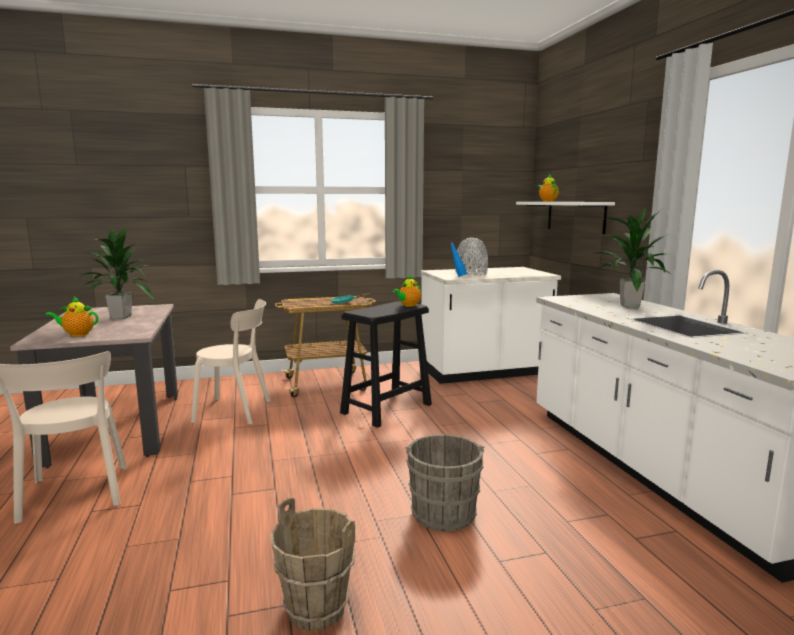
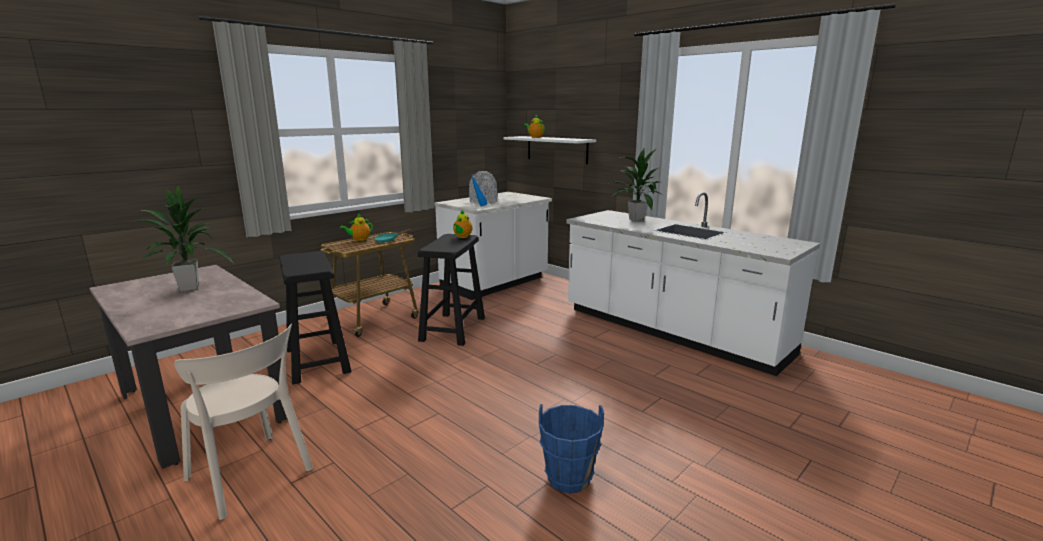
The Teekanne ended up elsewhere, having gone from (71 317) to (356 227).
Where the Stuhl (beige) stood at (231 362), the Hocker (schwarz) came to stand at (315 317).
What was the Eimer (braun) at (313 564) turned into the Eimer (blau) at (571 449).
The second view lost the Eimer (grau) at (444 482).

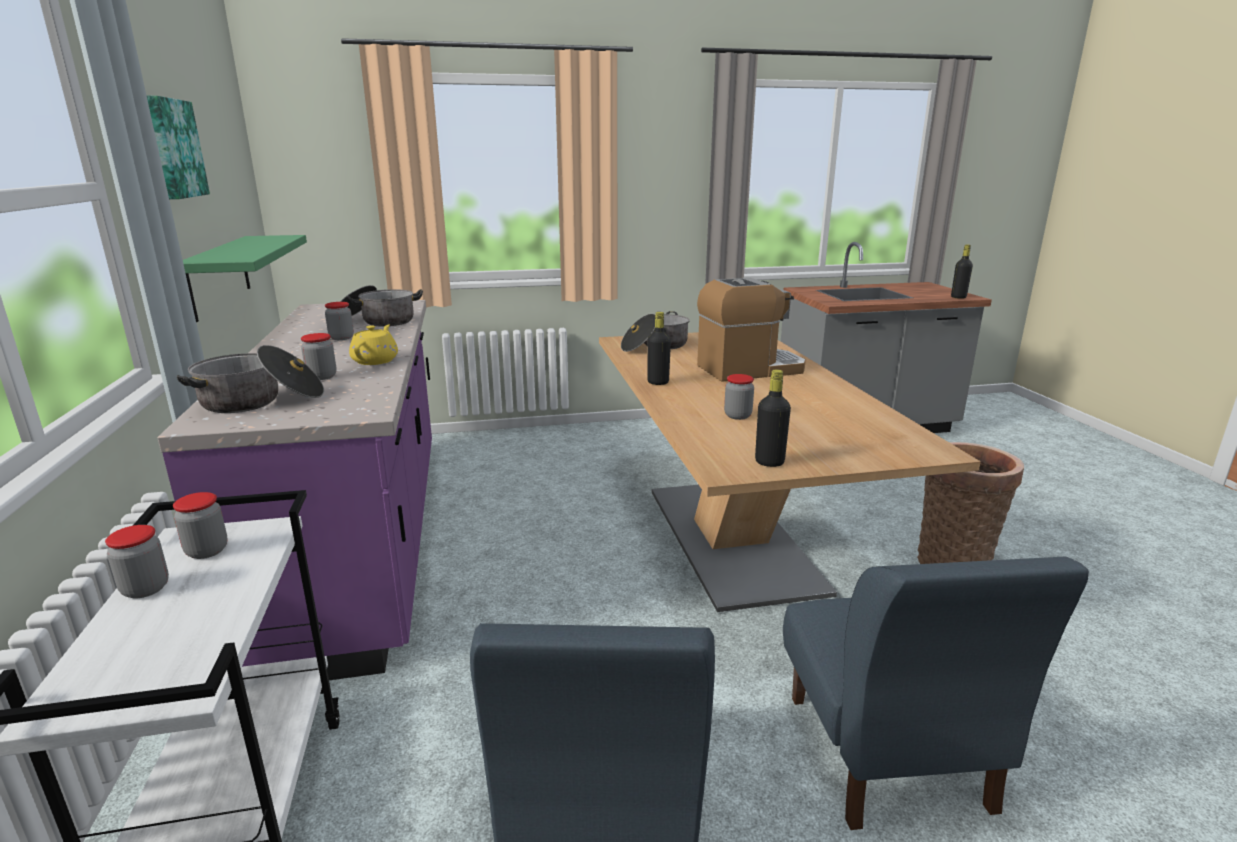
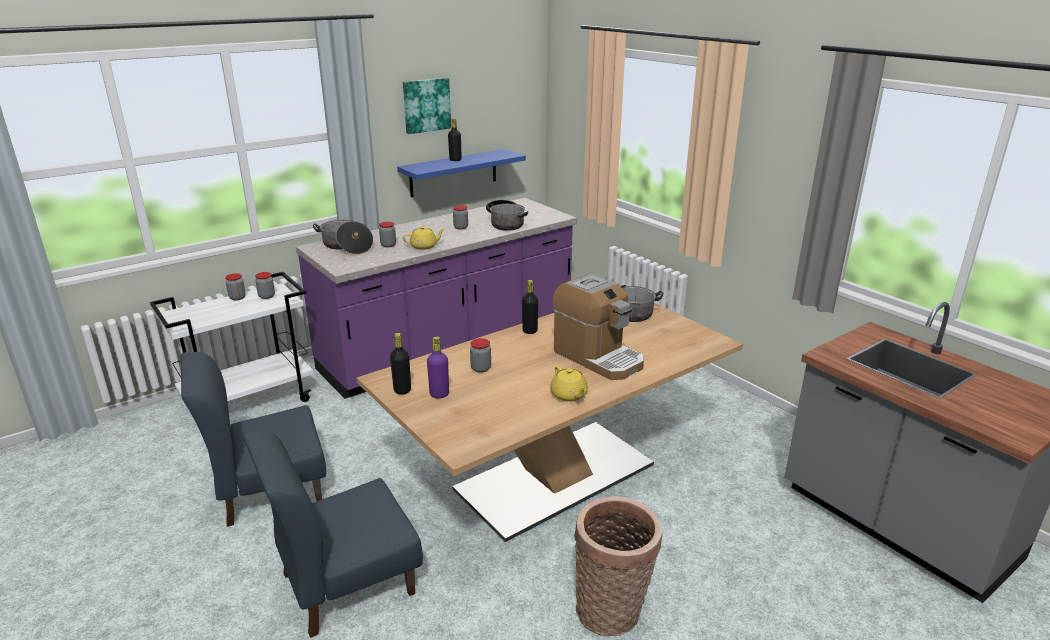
What was the Wandregal (grün) at (245 278) turned into the Wandregal (blau) at (461 173).
The Flasche (schwarz) ended up elsewhere, having gone from (962 272) to (455 139).
The second view gained the Flasche (lila) at (438 367).
The second view gained the Teekanne (gelb) at (569 384).

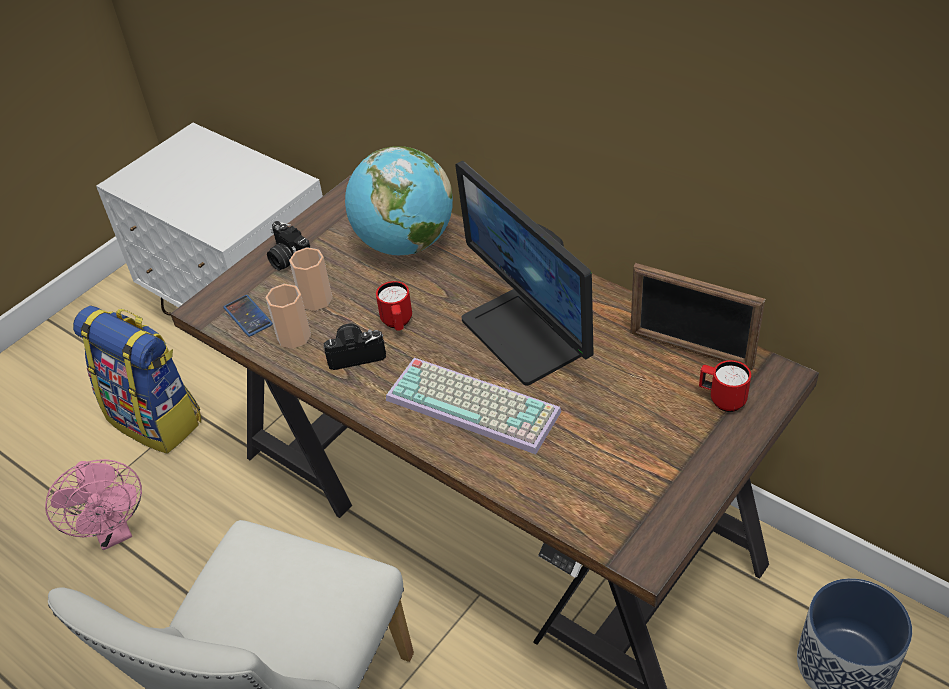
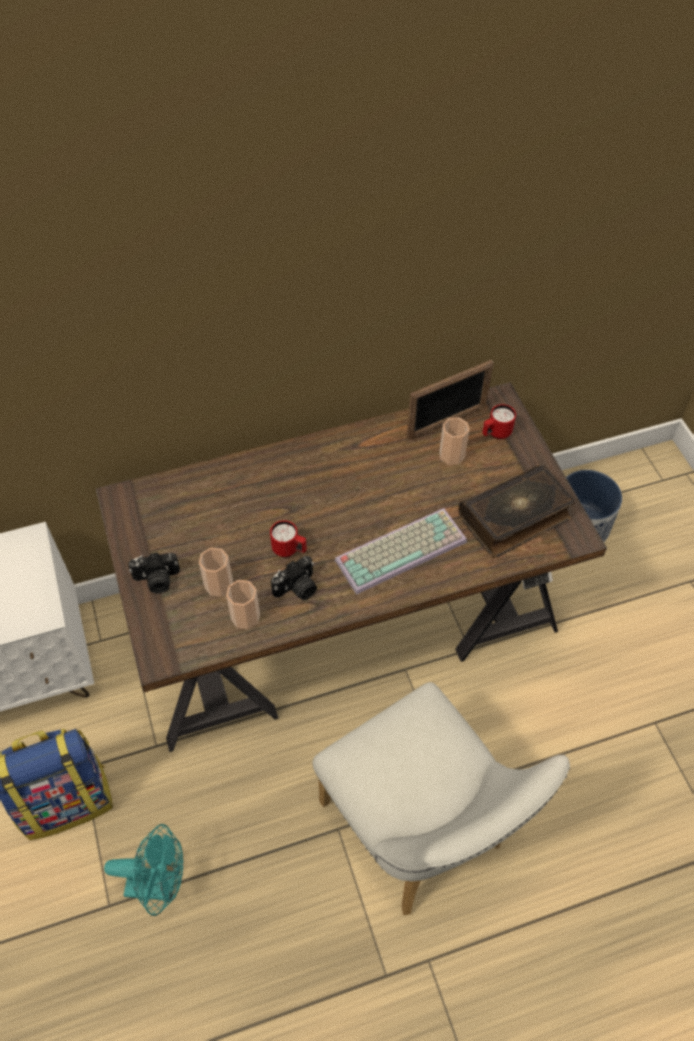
What was the Ventilator (rosa) at (93 504) turned into the Ventilator (türkis) at (143 870).
The second view lost the Handy at (248 316).
The Kamera at (354 347) ended up facing another way, 150 degrees counterclockwise from before.
The second view lost the Globus at (399 200).
The second view lost the Monitor at (524 273).
The second view gained the Tasse at (454 441).
The second view gained the Buch at (517 511).

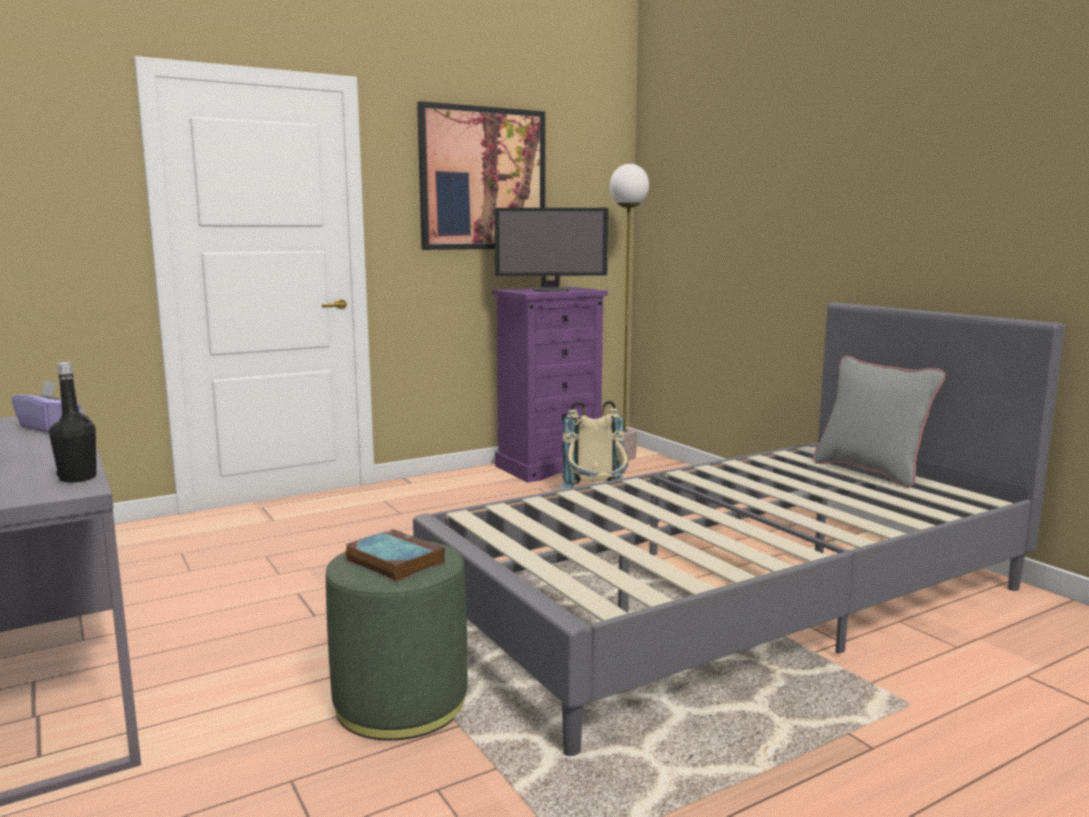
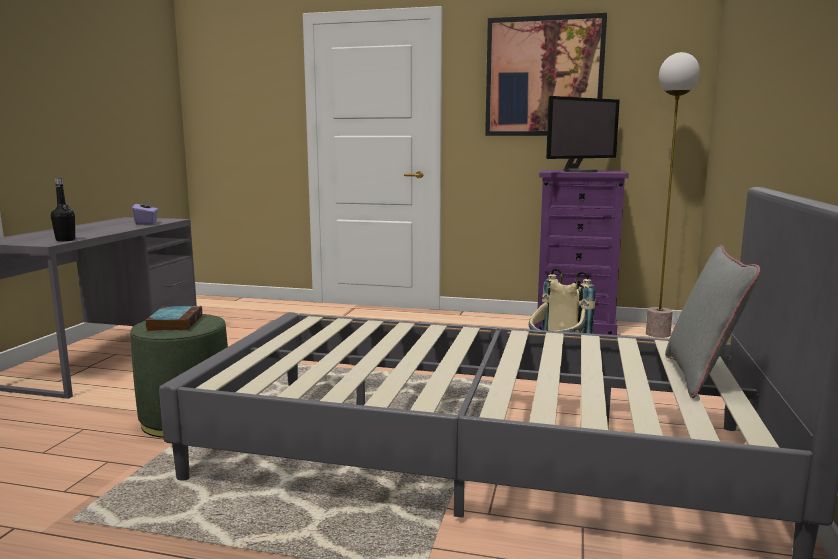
The Monitor at (551 250) ended up facing another way, 75 degrees counterclockwise from before.

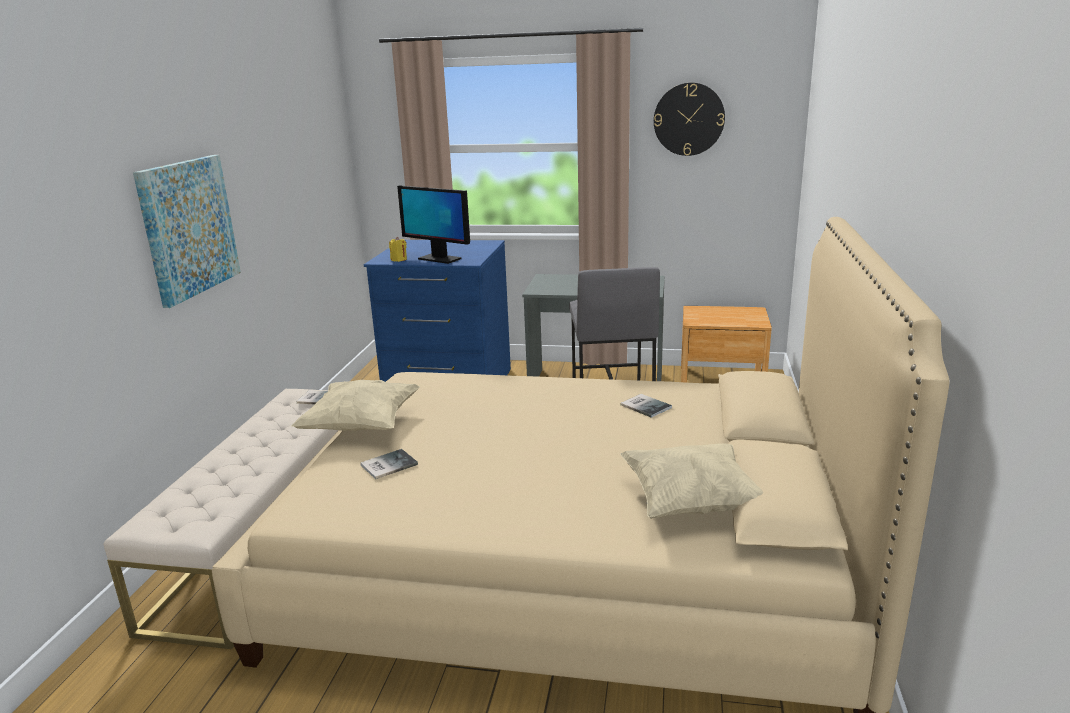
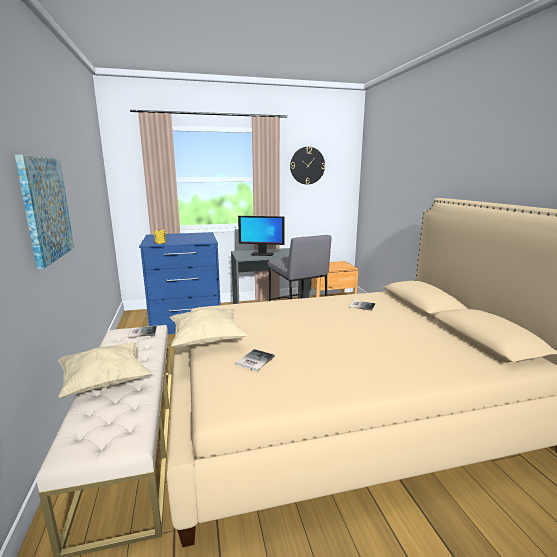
The Monitor ended up elsewhere, having gone from (433 224) to (261 236).
The Kissen (beige) ended up elsewhere, having gone from (691 481) to (105 370).

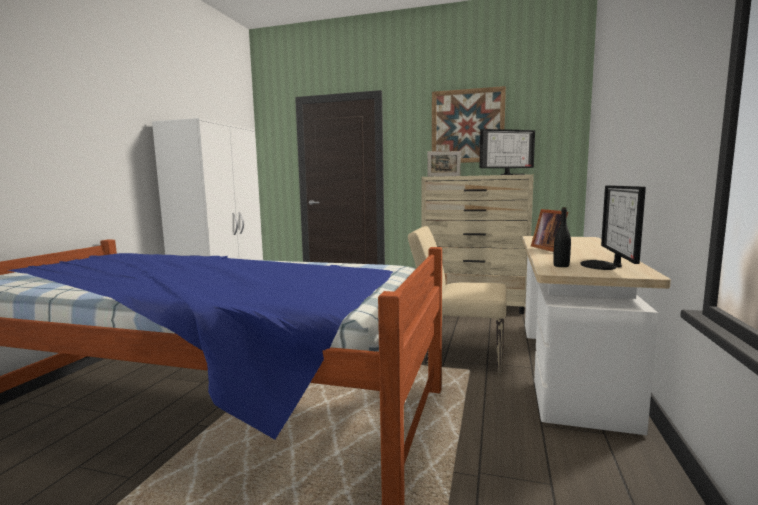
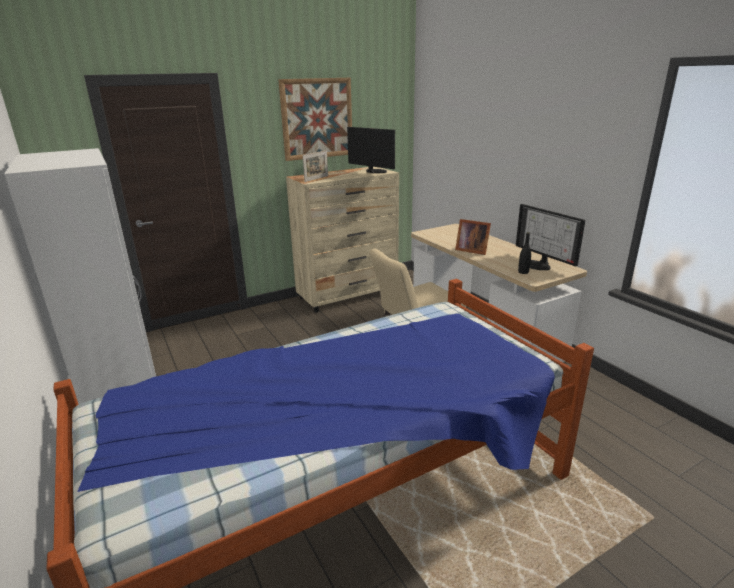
The Monitor at (507 152) ended up facing another way, 75 degrees counterclockwise from before.

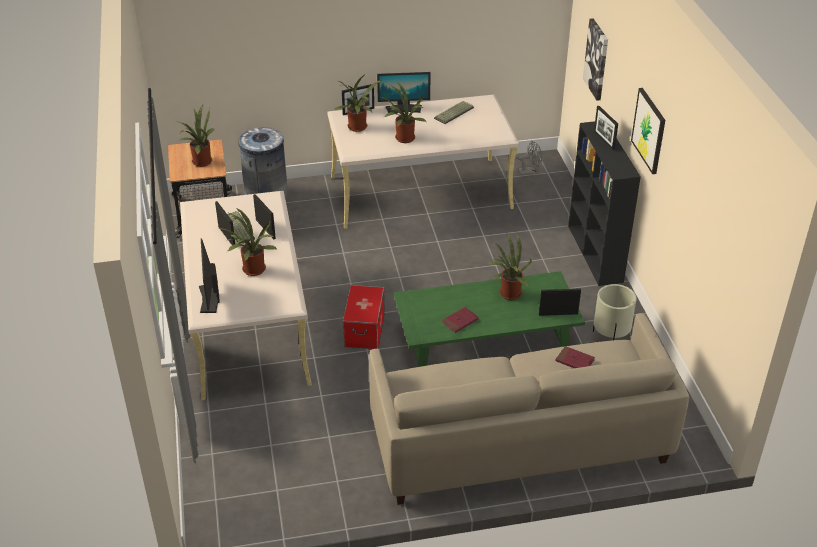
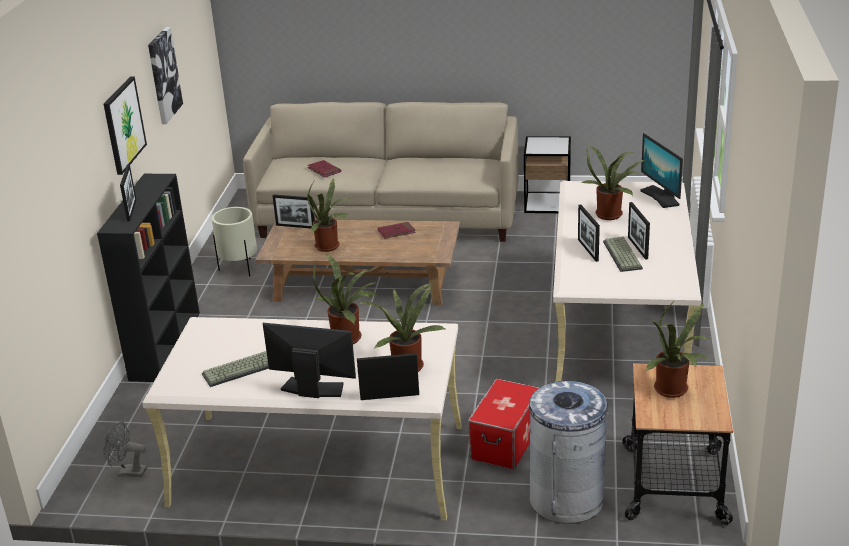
The Monitor at (209 275) ended up facing another way, 150 degrees clockwise from before.
The Aufbewahrungsbox ended up elsewhere, having gone from (363 317) to (504 424).
What was the Couchtisch (grün) at (489 319) turned into the Couchtisch (braun) at (358 262).
The Bild ended up elsewhere, having gone from (595 59) to (165 75).
The second view gained the Beistelltisch at (547 174).

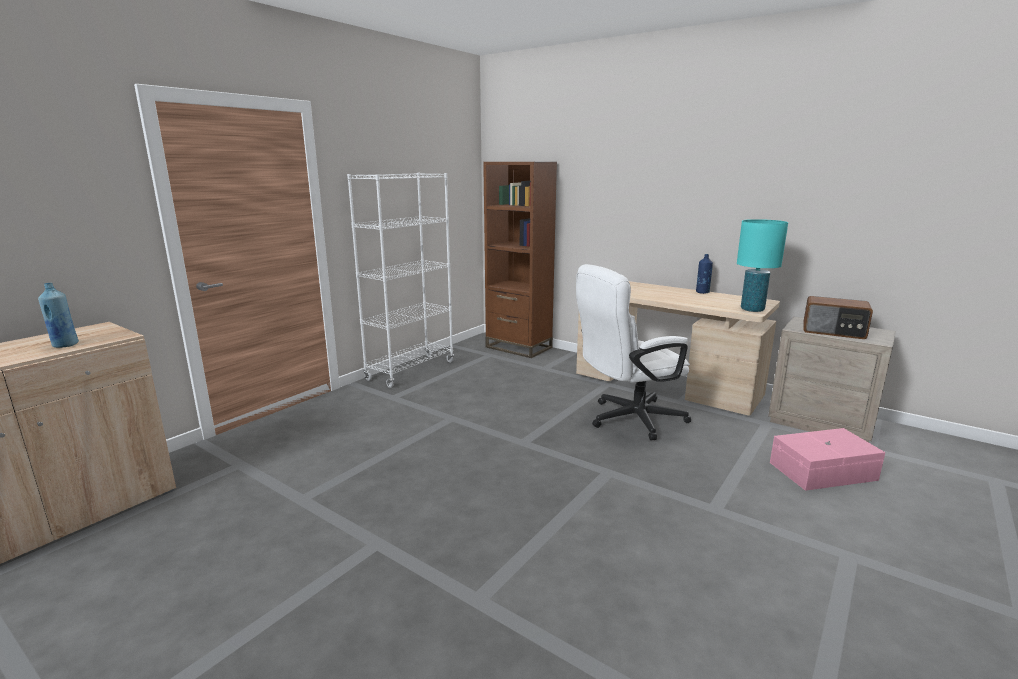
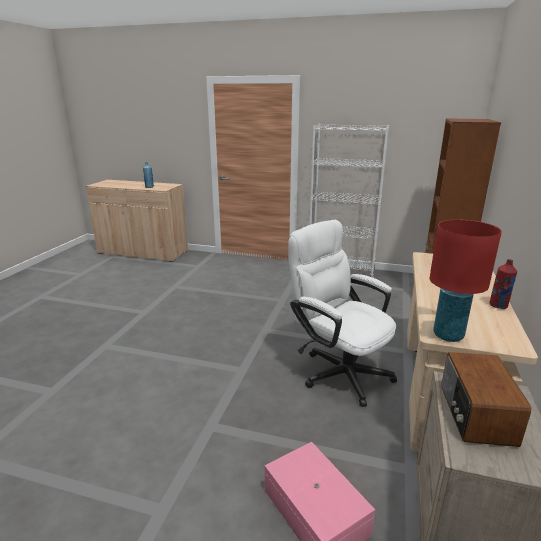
What was the Flasche (blau) at (704 274) turned into the Flasche (rot) at (503 284).
What was the Tischlampe (türkis) at (762 265) turned into the Tischlampe (rot) at (466 280).

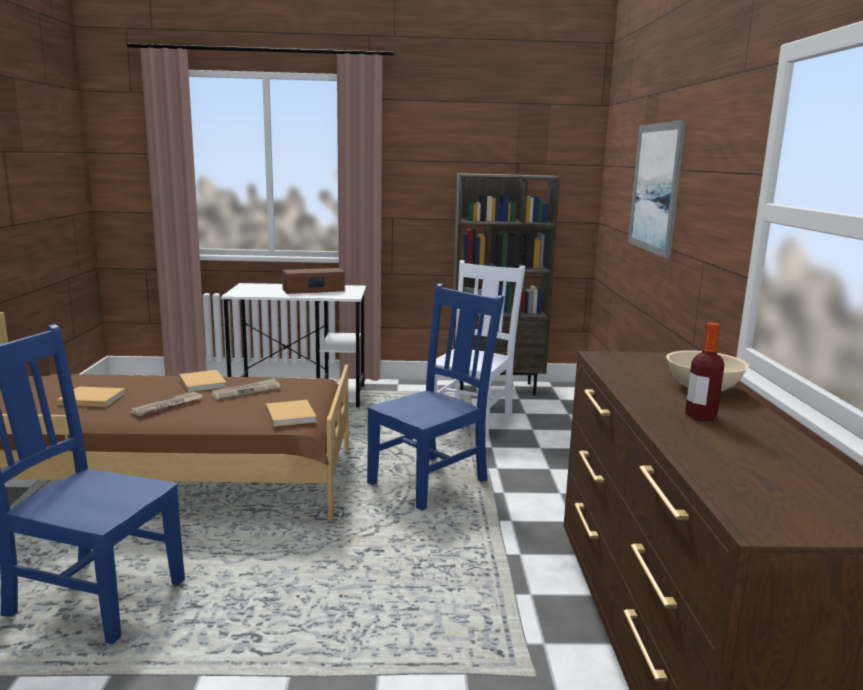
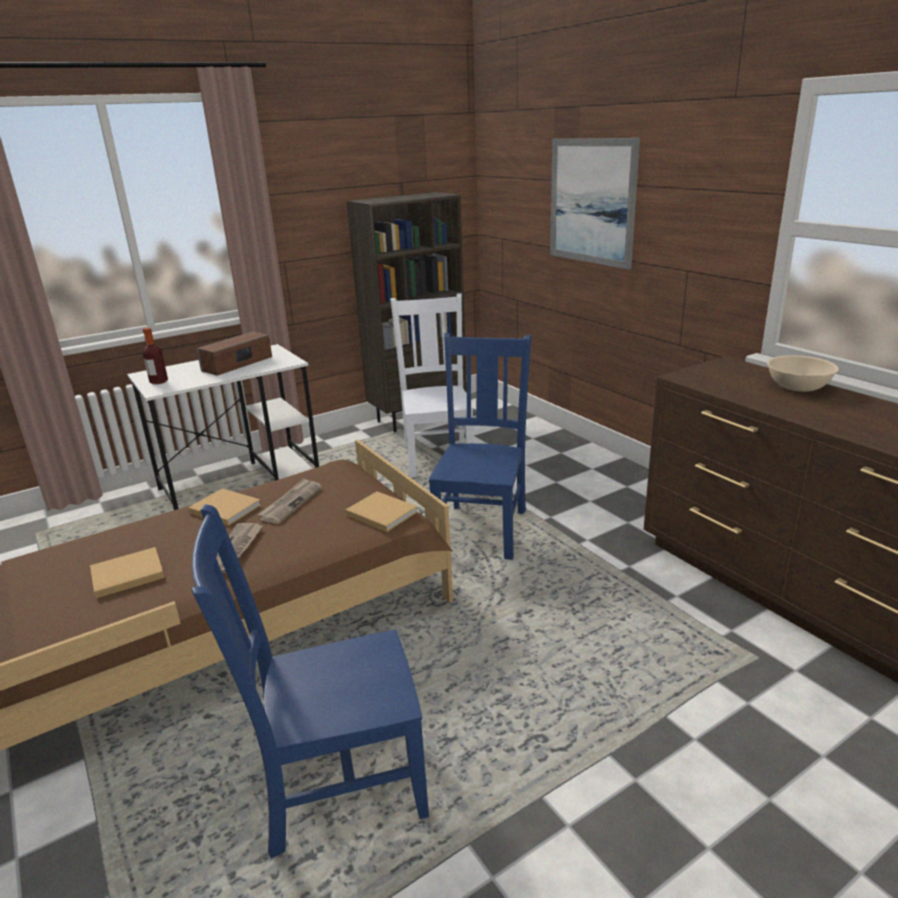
The Flasche ended up elsewhere, having gone from (705 371) to (155 356).

